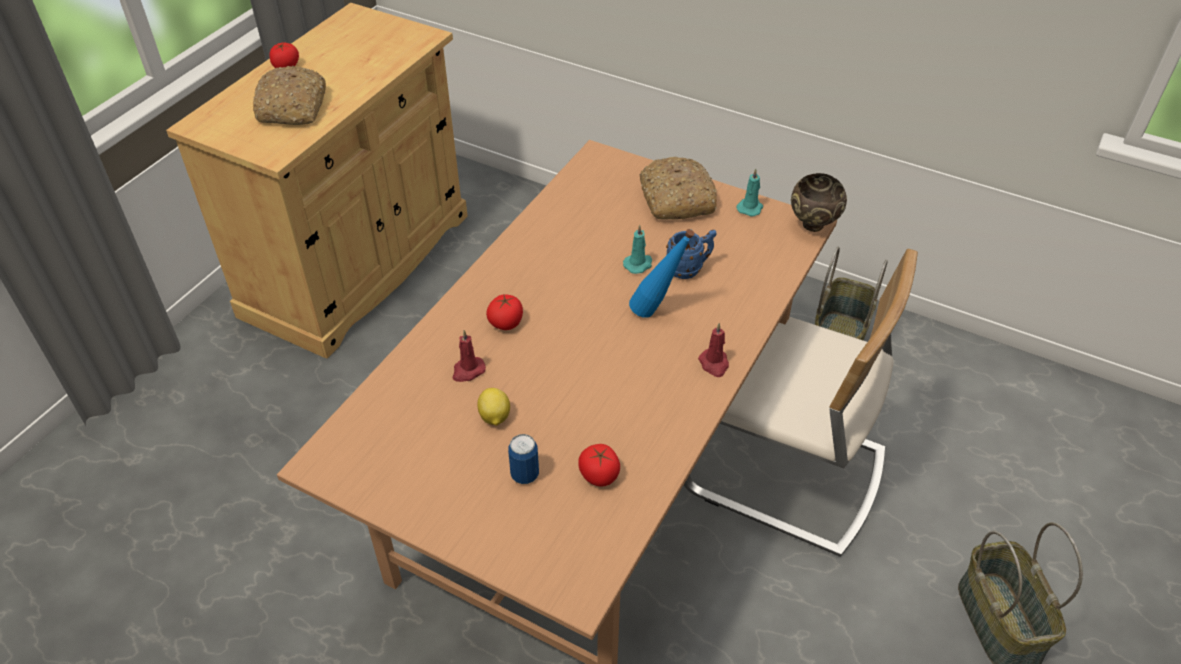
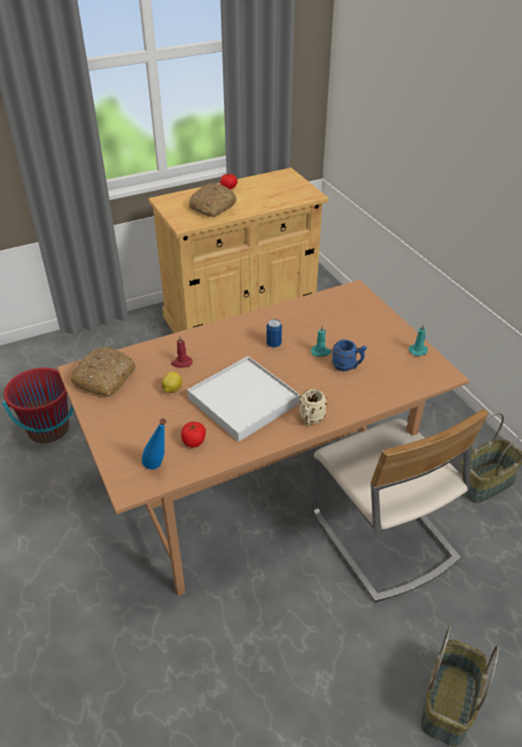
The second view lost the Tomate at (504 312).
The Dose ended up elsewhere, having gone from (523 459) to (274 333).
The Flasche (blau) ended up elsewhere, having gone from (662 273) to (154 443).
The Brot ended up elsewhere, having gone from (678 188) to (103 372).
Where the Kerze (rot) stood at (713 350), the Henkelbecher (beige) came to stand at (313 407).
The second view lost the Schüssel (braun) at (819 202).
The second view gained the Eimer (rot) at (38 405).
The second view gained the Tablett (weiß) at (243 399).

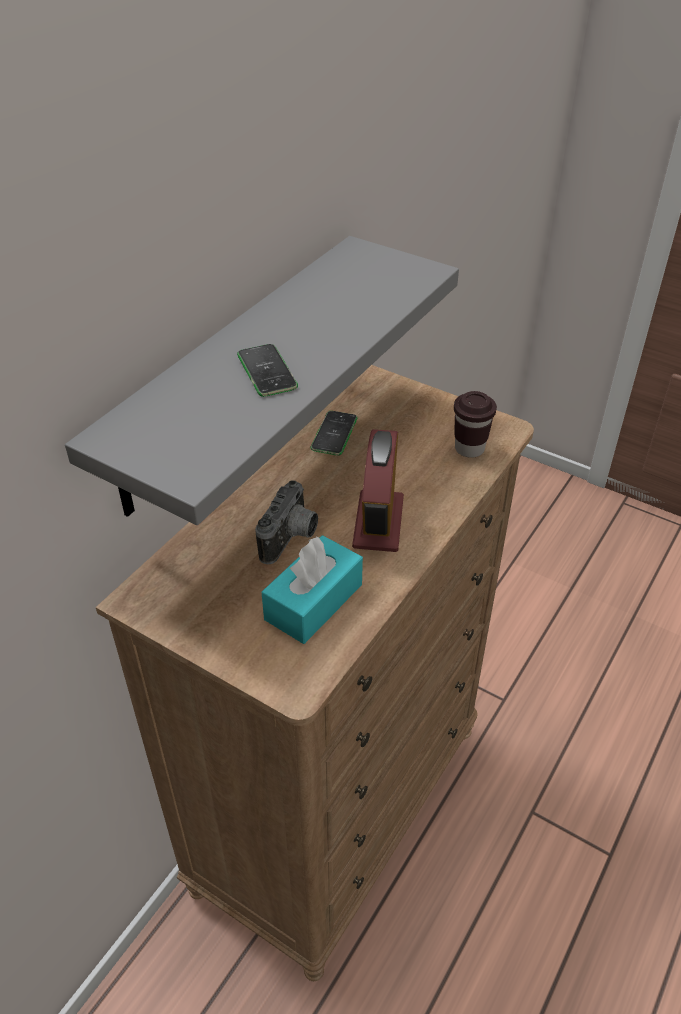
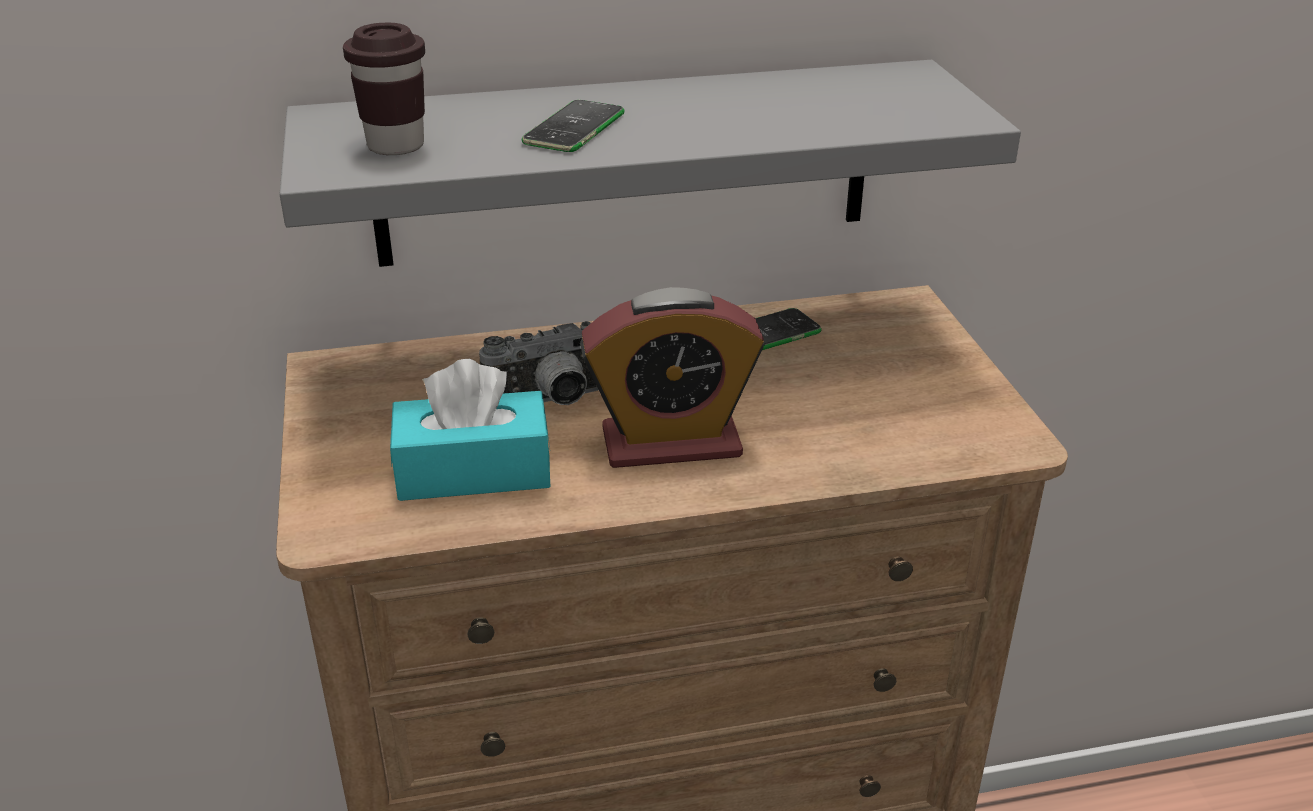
The Wecker at (378 490) ended up facing another way, 150 degrees counterclockwise from before.
The Tasse (braun) ended up elsewhere, having gone from (475 424) to (384 88).

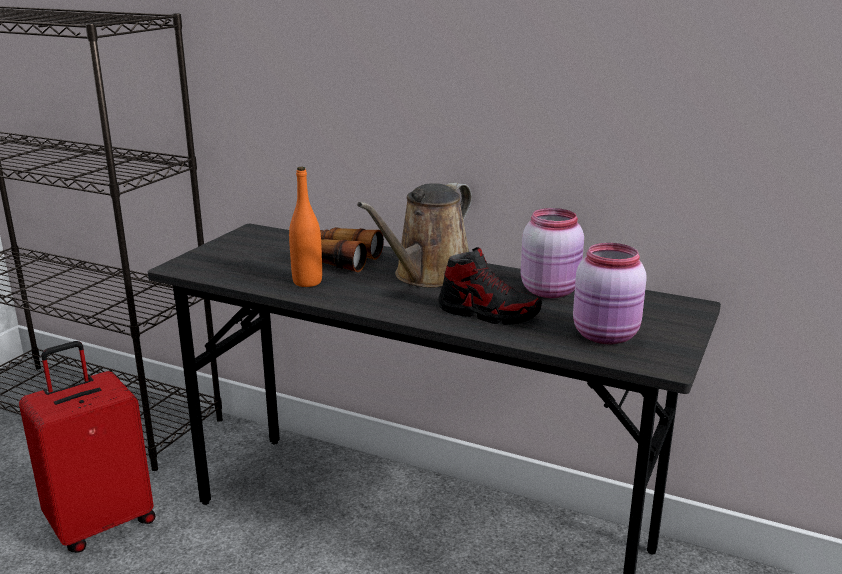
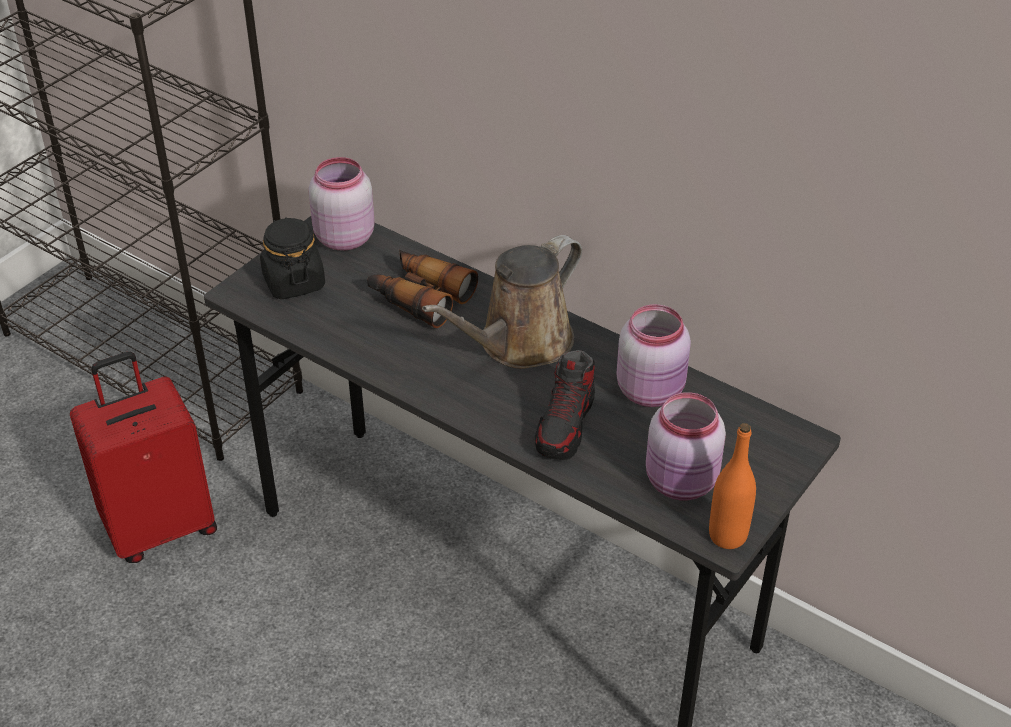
The Flasche (orange) ended up elsewhere, having gone from (305 227) to (732 486).
The Schuh at (490 286) ended up facing another way, 75 degrees clockwise from before.
The second view gained the Vorratsglas (schwarz) at (292 258).
The second view gained the Vorratsglas (rosa) at (341 203).

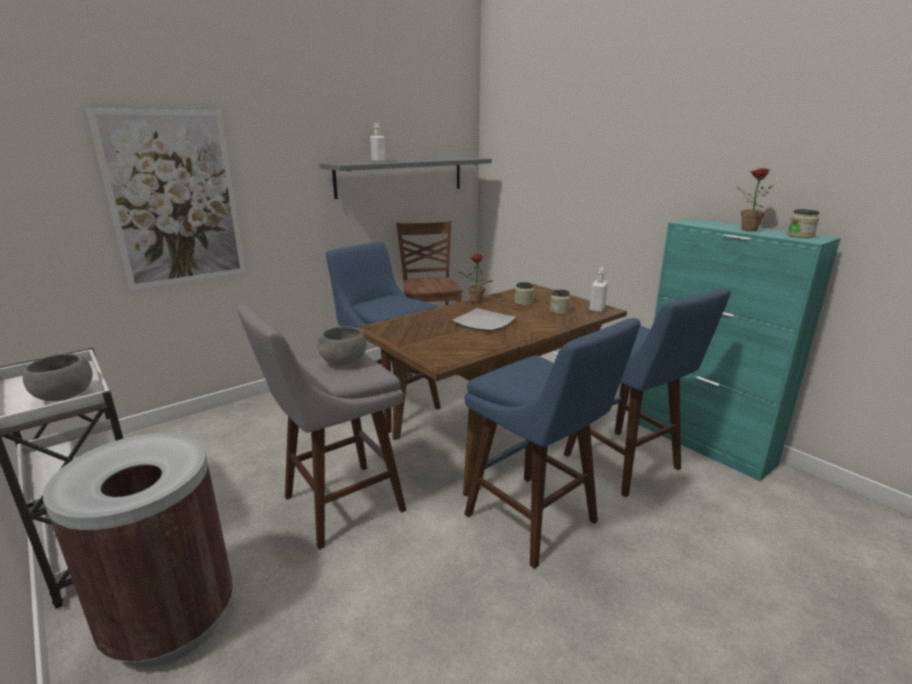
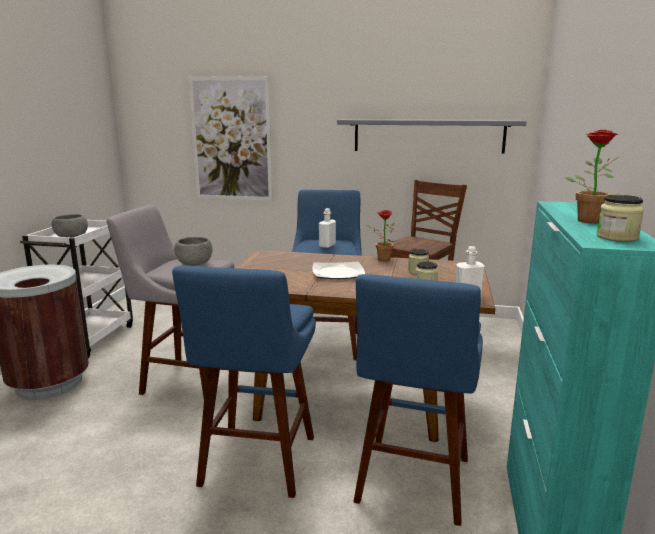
The Flasche (weiß) ended up elsewhere, having gone from (378 142) to (327 228).

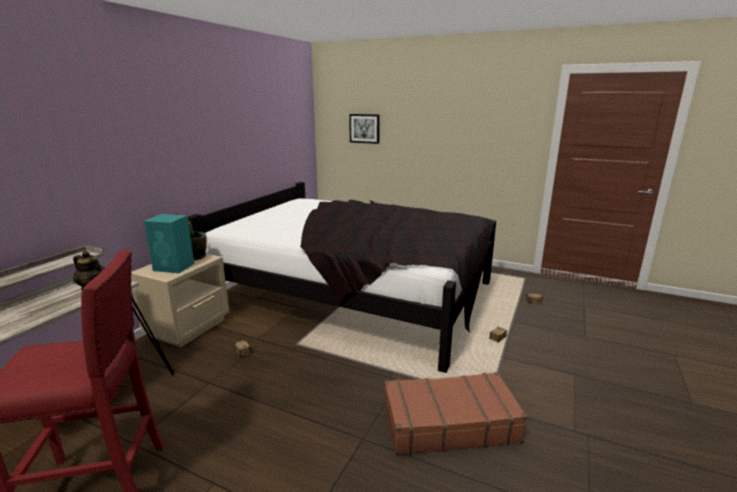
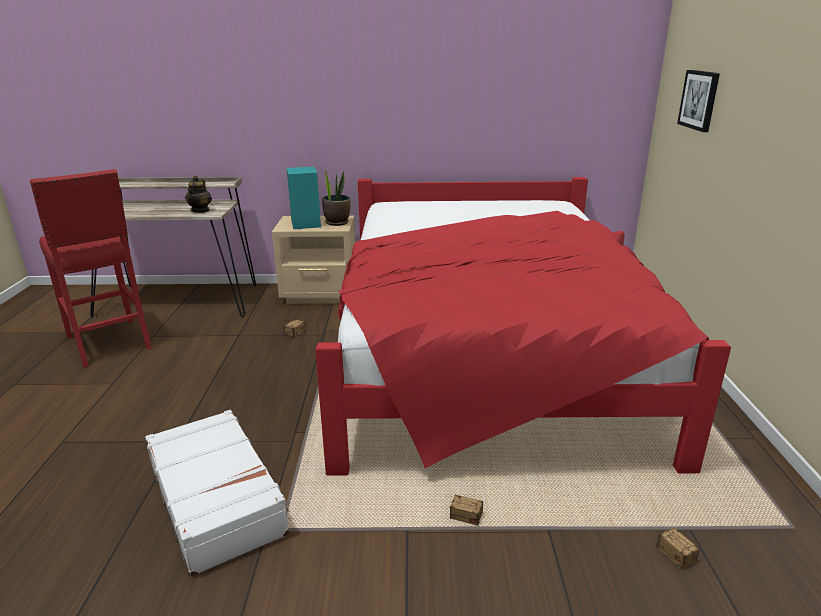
What was the Bett (schwarz) at (342 277) turned into the Bett (rot) at (523 326).
What was the Koffer (braun) at (456 413) turned into the Koffer (weiß) at (217 493).

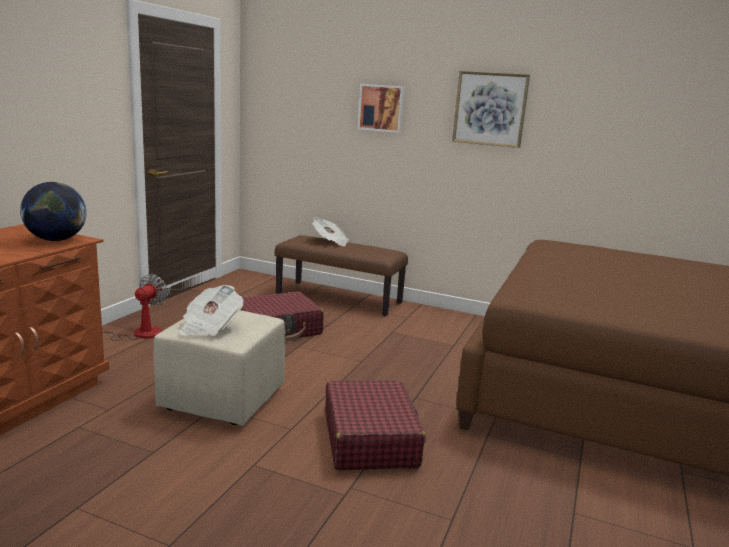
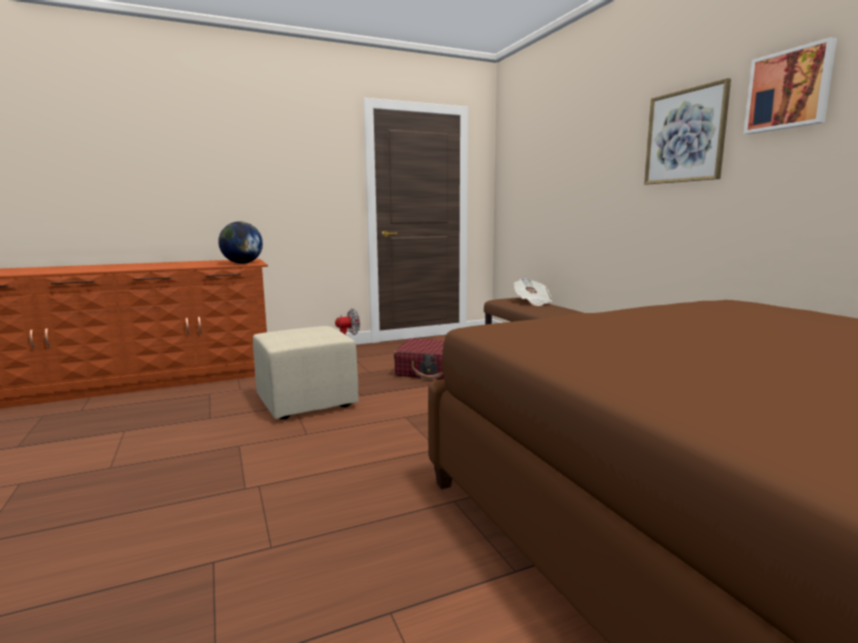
The second view lost the Zeitung at (211 310).
The second view lost the Koffer (rot) at (375 425).
The Bild ended up elsewhere, having gone from (381 108) to (790 85).

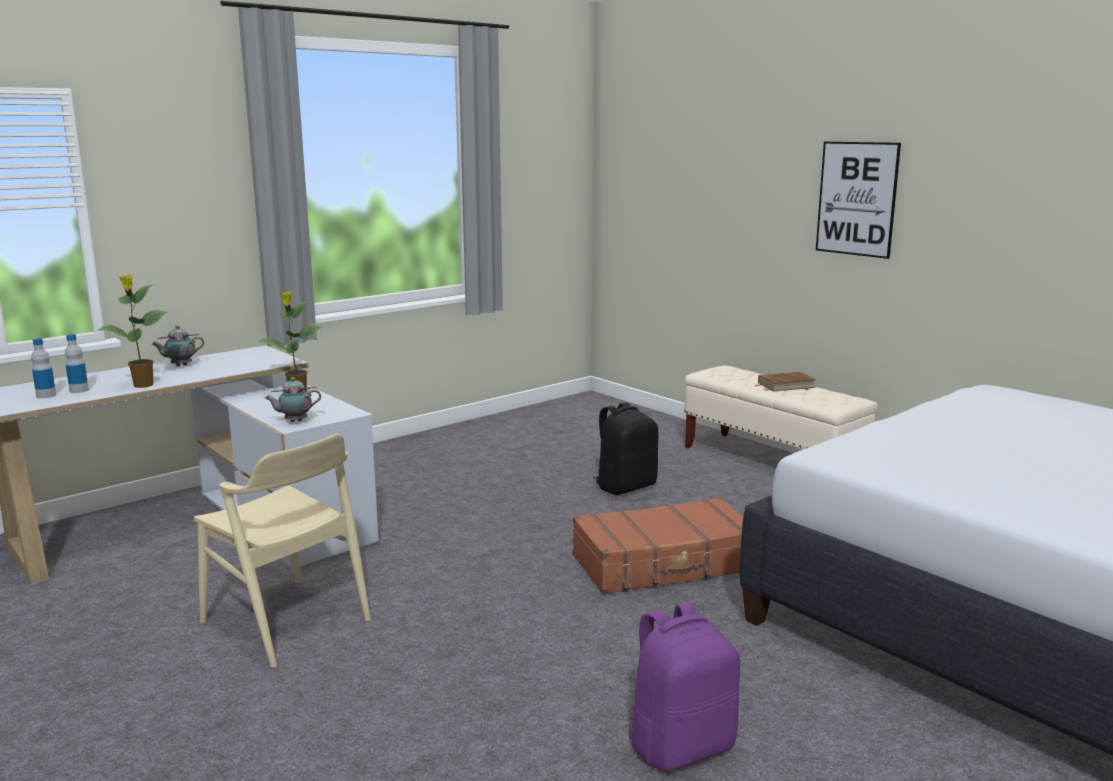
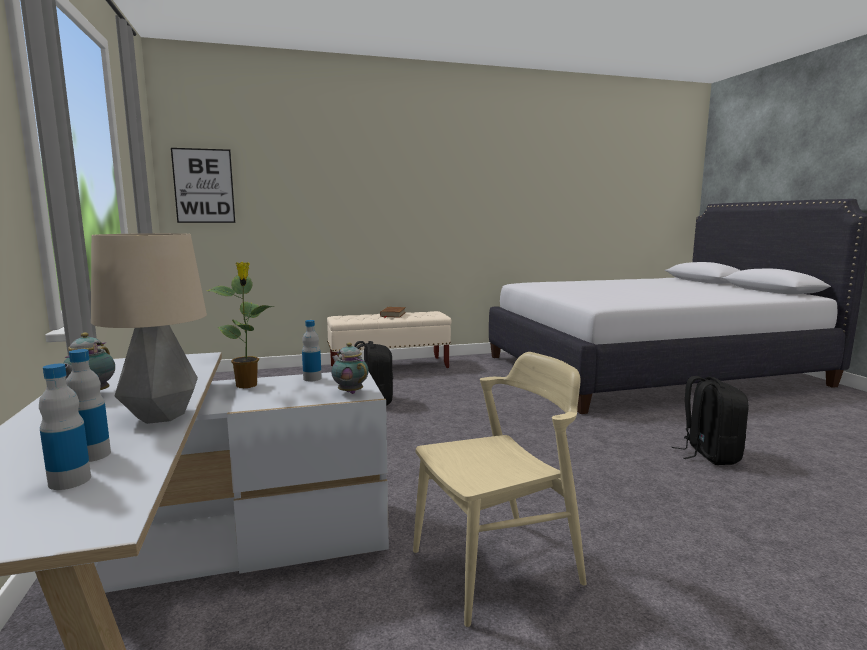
Where the Topfpflanze stood at (132 331), the Tischlampe came to stand at (149 328).
The Teekanne at (293 399) ended up facing another way, 135 degrees clockwise from before.
The second view lost the Koffer (braun) at (657 546).
What was the Rucksack (lila) at (685 686) turned into the Rucksack (schwarz) at (710 420).
The Bild ended up elsewhere, having gone from (858 200) to (203 185).
The second view gained the Flasche at (312 350).

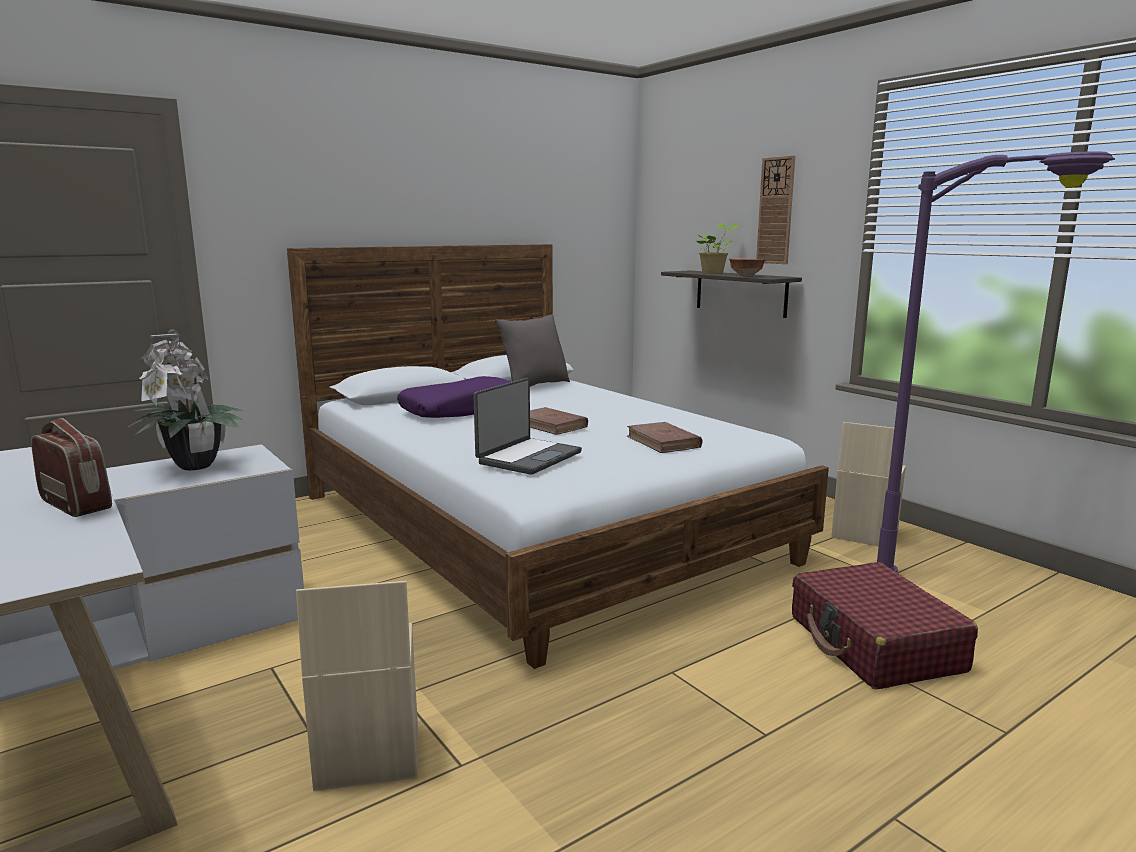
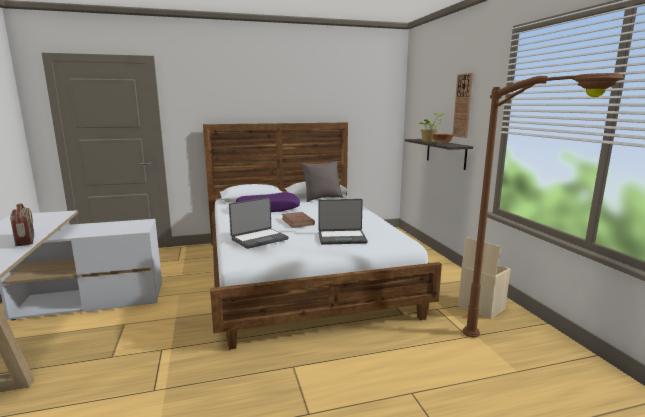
The second view lost the Topfpflanze at (185 403).
The second view lost the Aufbewahrungsbox (beige) at (357 686).
Where the Buch (braun) stood at (665 437), the Laptop came to stand at (343 222).
The second view lost the Koffer (rot) at (885 625).
What was the Stehlampe (lila) at (996 362) turned into the Stehlampe (braun) at (544 205).

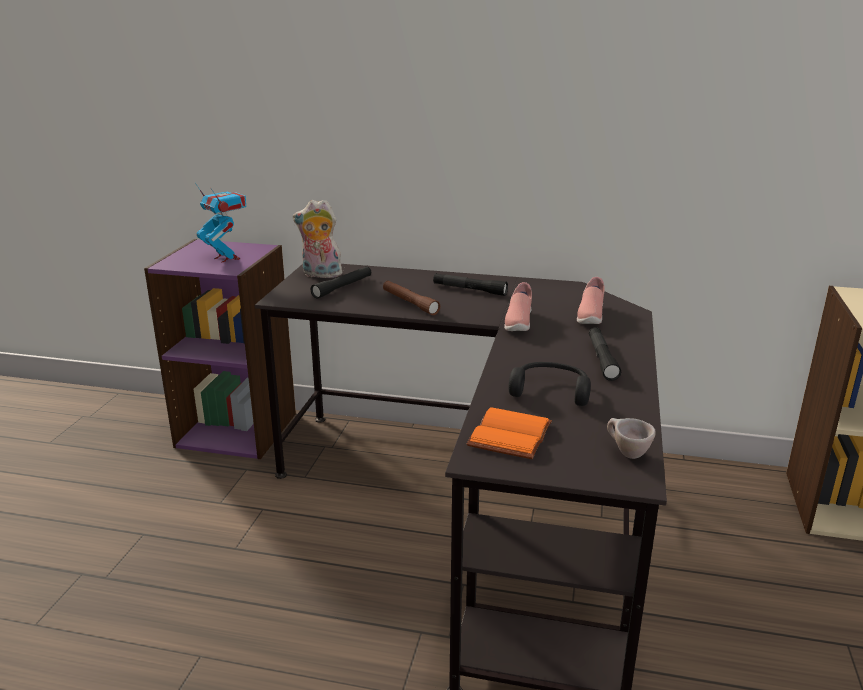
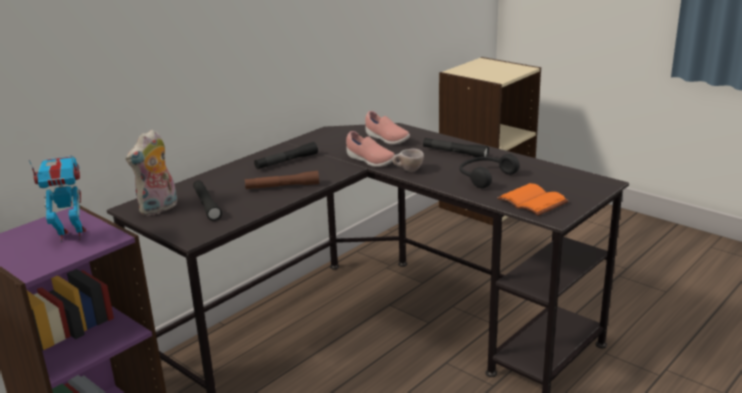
The Tasse (beige) ended up elsewhere, having gone from (631 438) to (408 160).

